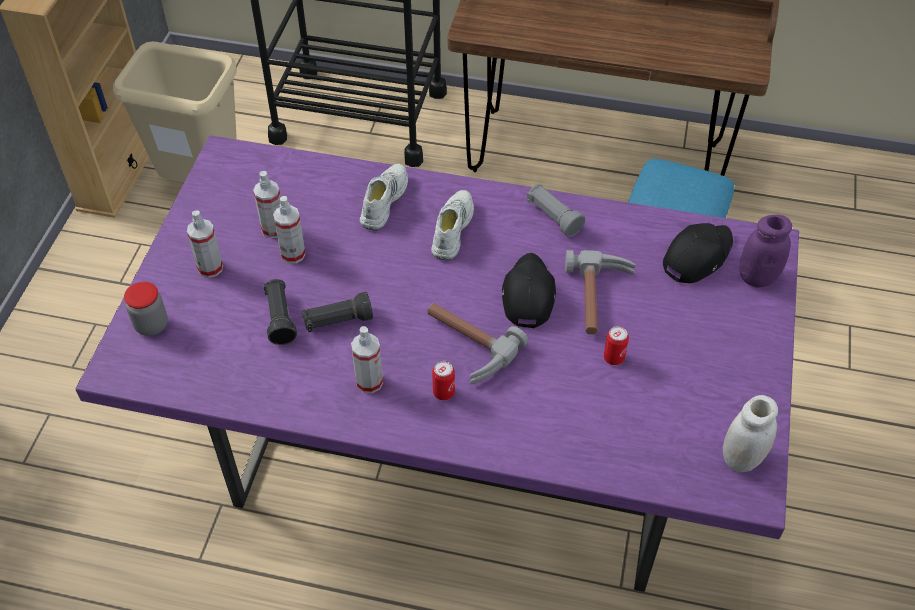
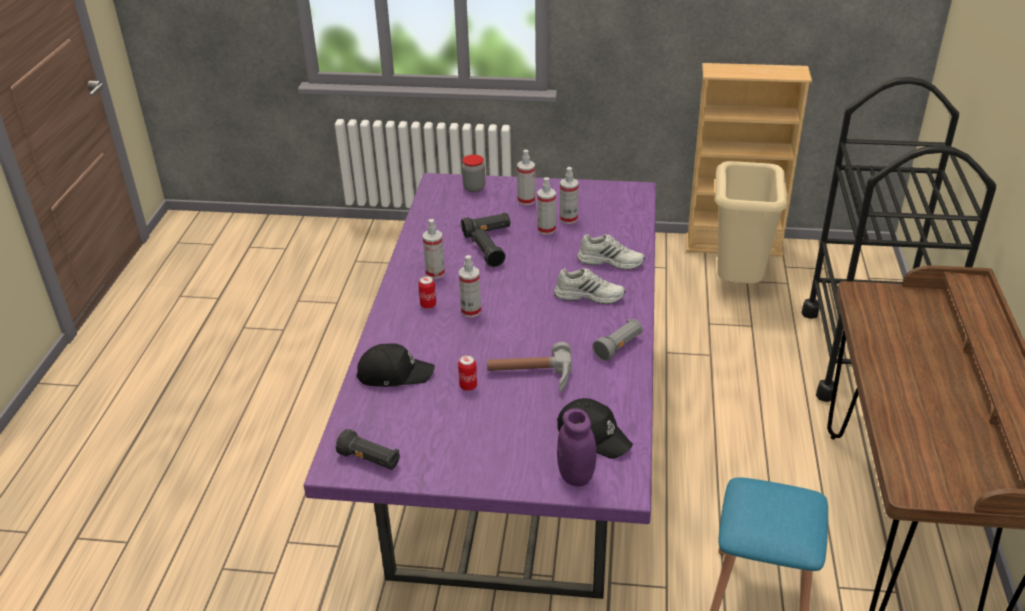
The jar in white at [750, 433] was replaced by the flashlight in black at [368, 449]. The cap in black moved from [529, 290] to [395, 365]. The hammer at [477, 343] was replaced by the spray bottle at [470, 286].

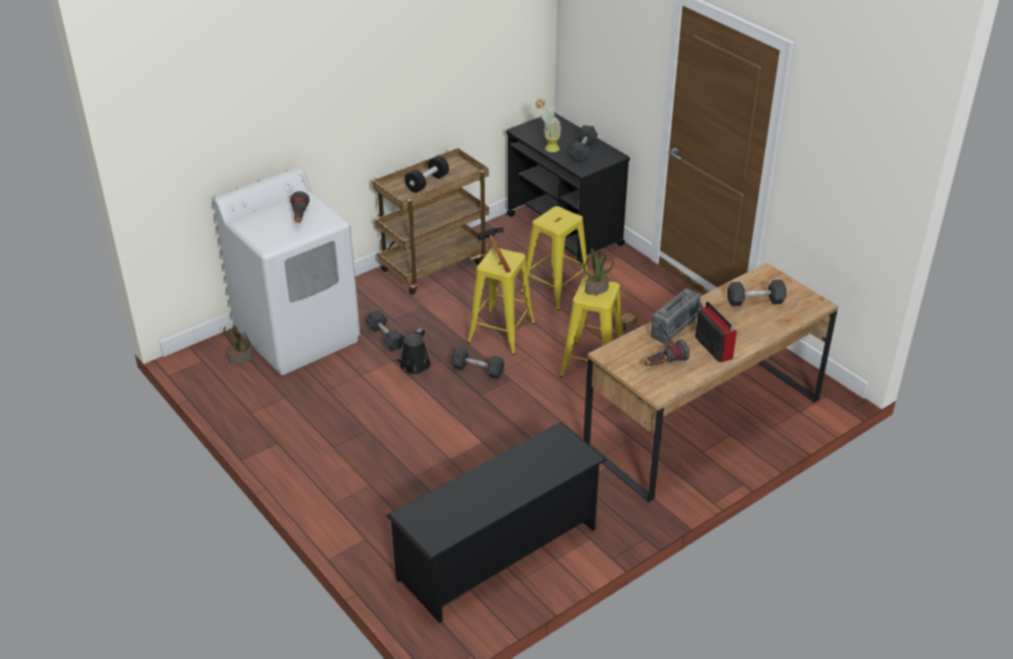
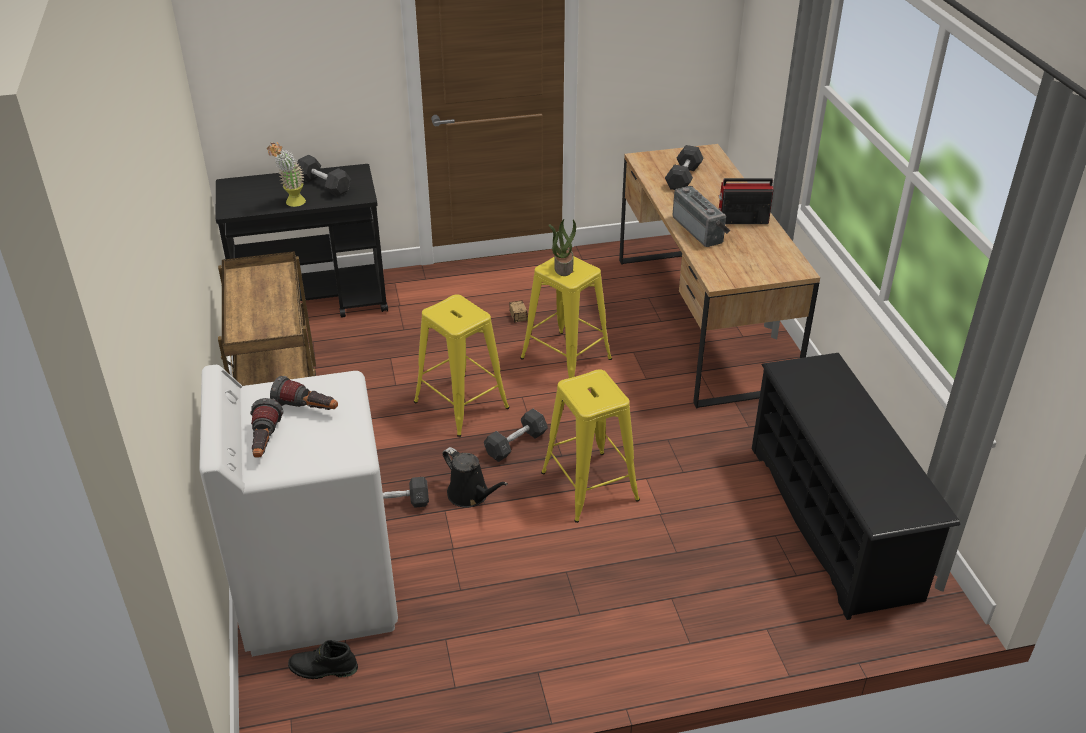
The flashlight moved from [667, 353] to [266, 428]. The potted plant at [238, 344] was replaced by the boot in black at [323, 659]. The stool in yellow moved from [554, 258] to [590, 446]. The dumbbell in black at [427, 174] disappeared. The hammer at [494, 250] disappeared.

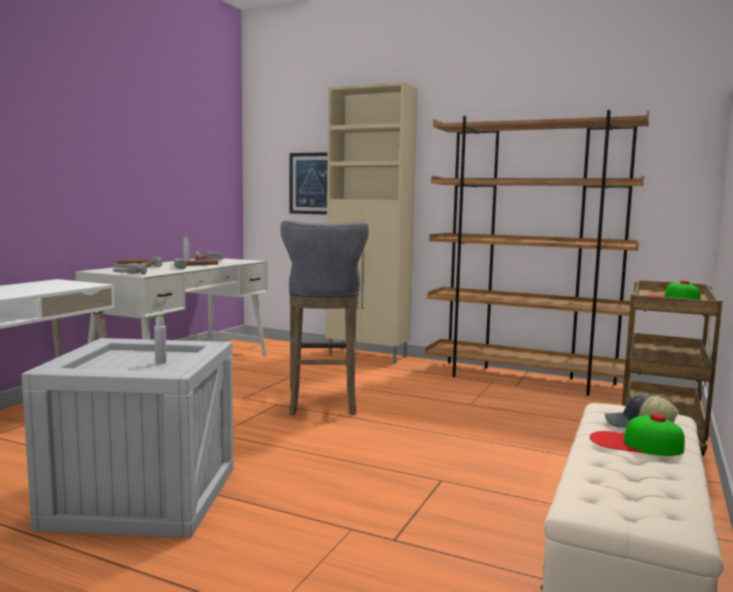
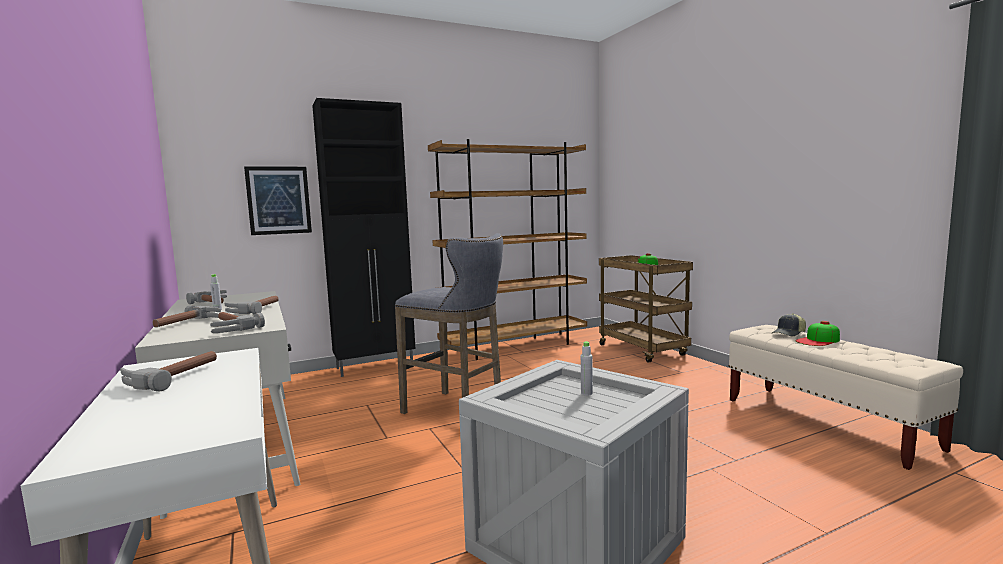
The hammer at [168, 371] appeared. The cabinet in beige at [372, 223] became the cabinet in black at [363, 237].

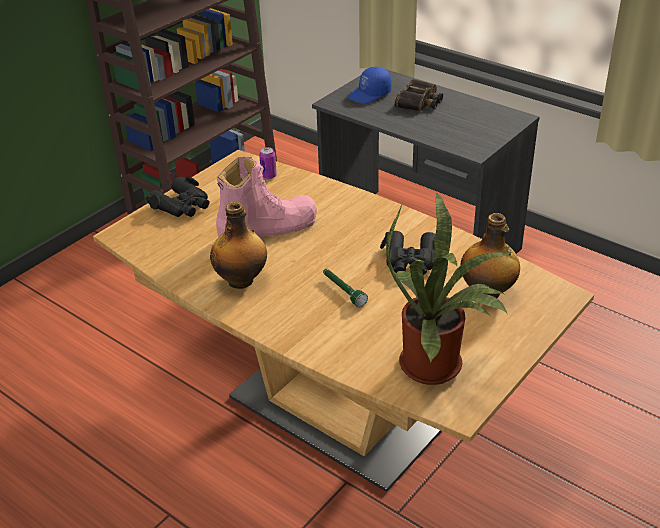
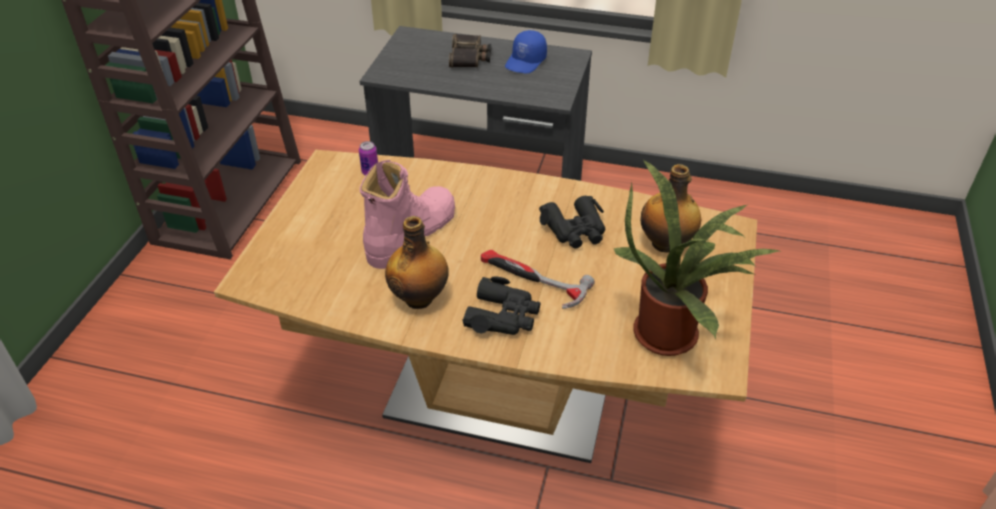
The binoculars in black moved from [178, 196] to [501, 306]. The flashlight in green at [345, 288] was replaced by the hammer at [538, 279]. The cap in blue moved from [370, 85] to [526, 51].

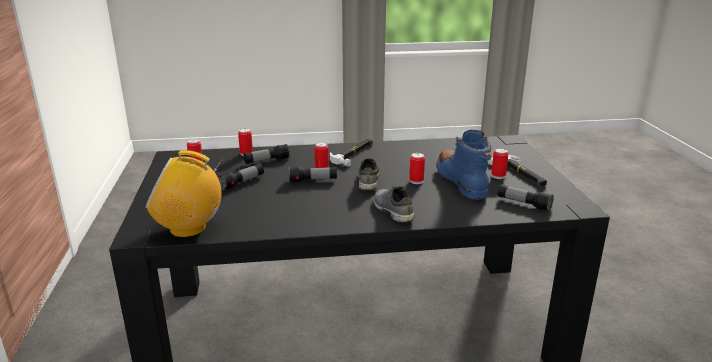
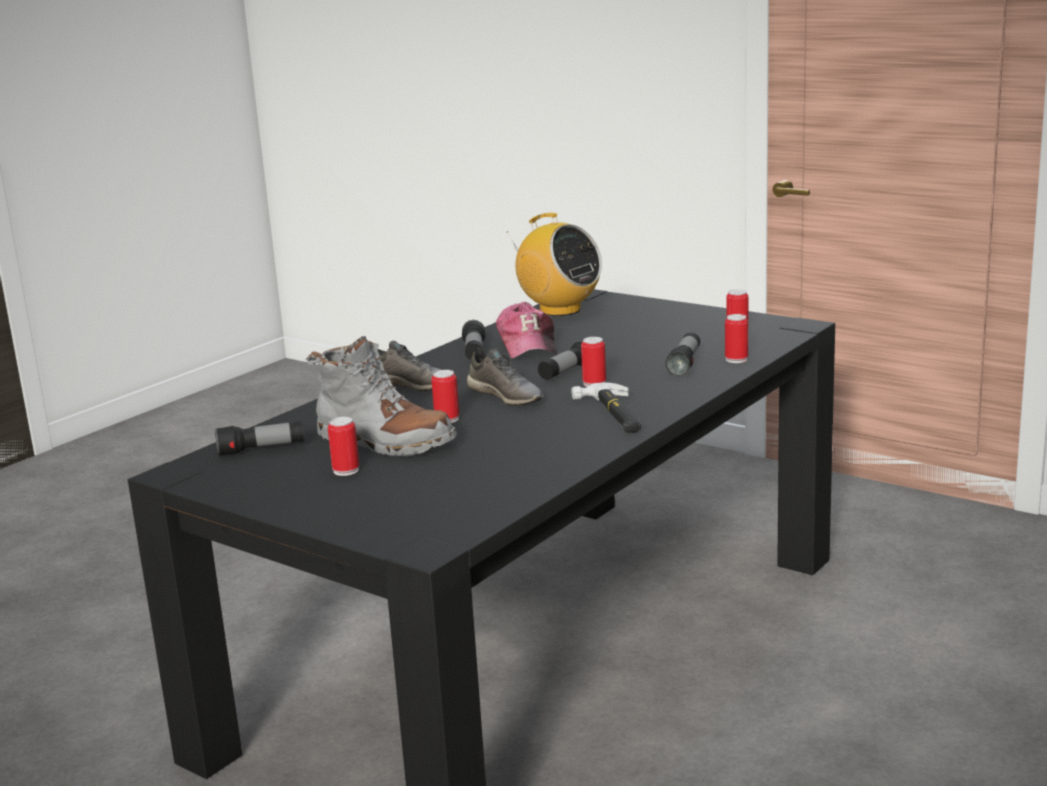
The boot in blue at [464, 165] became the boot in grey at [381, 396]. The flashlight moved from [240, 177] to [473, 340]. The cap at [526, 330] appeared. The radio at [184, 194] turned 90 degrees clockwise. The hammer at [518, 170] disappeared.

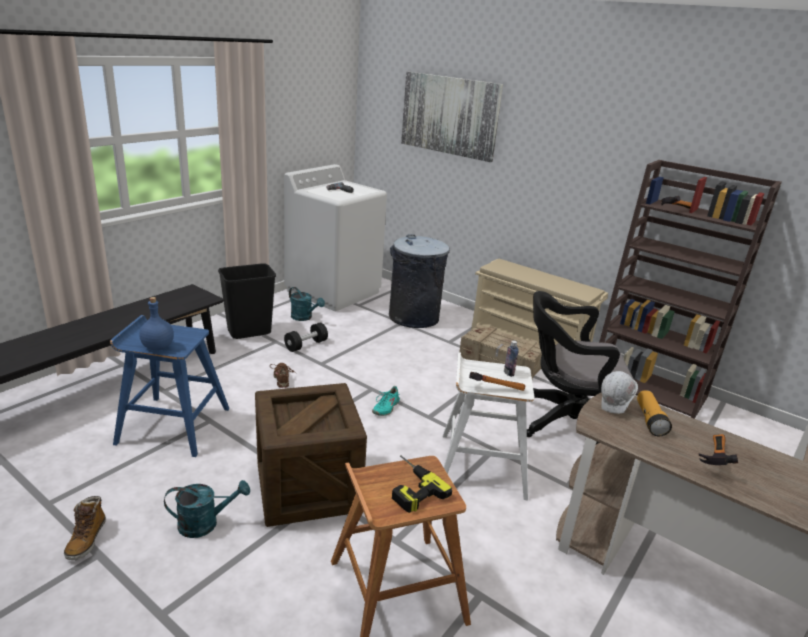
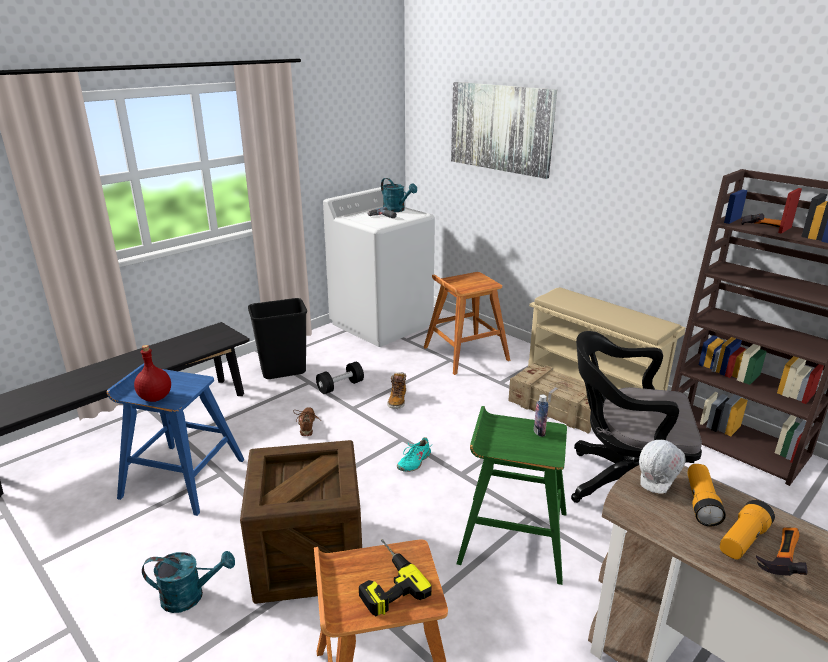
The bottle in blue at [156, 324] became the bottle in red at [152, 373]. The watering can in turquoise moved from [307, 304] to [399, 195]. The boot moved from [85, 528] to [397, 391]. The trash can in grey at [419, 281] was replaced by the stool in brown at [467, 323]. The stool in white at [489, 426] became the stool in green at [512, 495]. The flashlight at [747, 529] appeared. The hammer at [497, 381] disappeared.

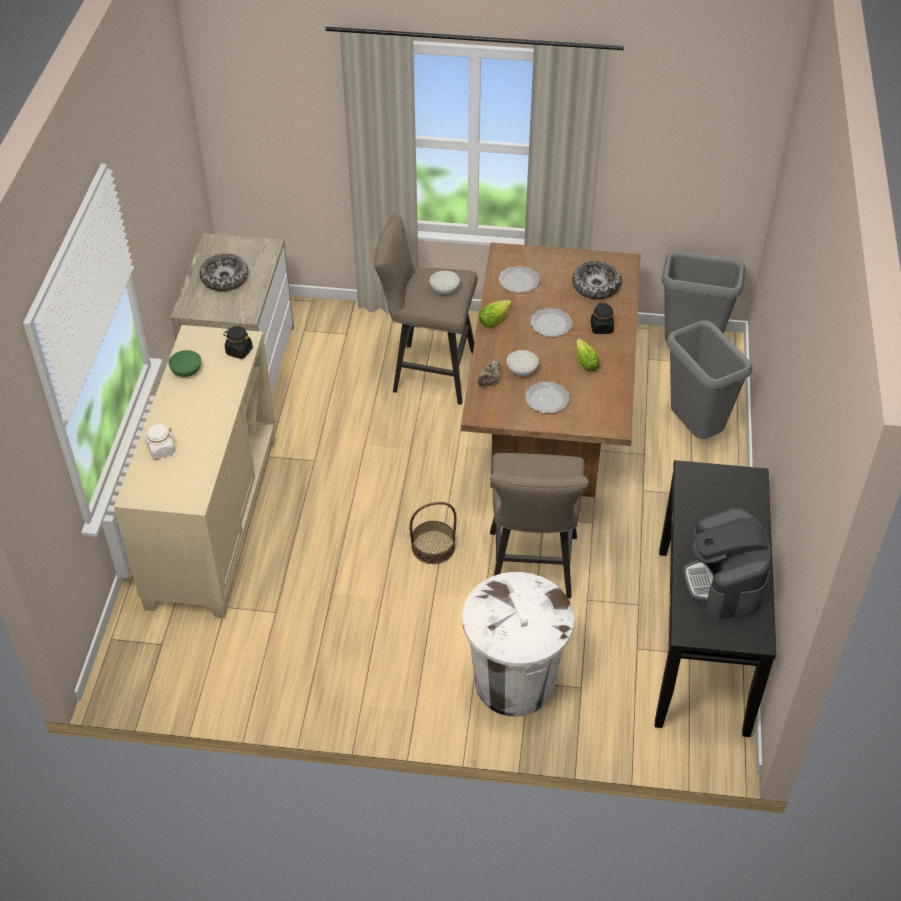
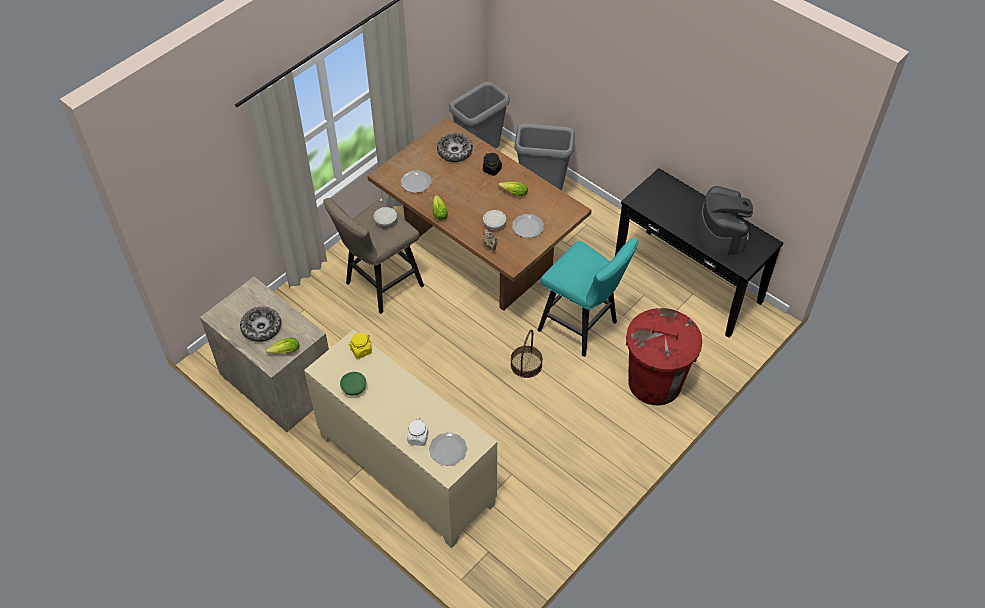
The lettuce at [282, 345] appeared. The jar in black at [238, 342] became the jar in yellow at [360, 346]. The plate moved from [551, 322] to [448, 449]. The stool in beige at [539, 526] became the stool in turquoise at [587, 297]. The trash can in white at [518, 644] became the trash can in red at [664, 356]. The coffee machine at [727, 563] turned 120 degrees counterclockwise.

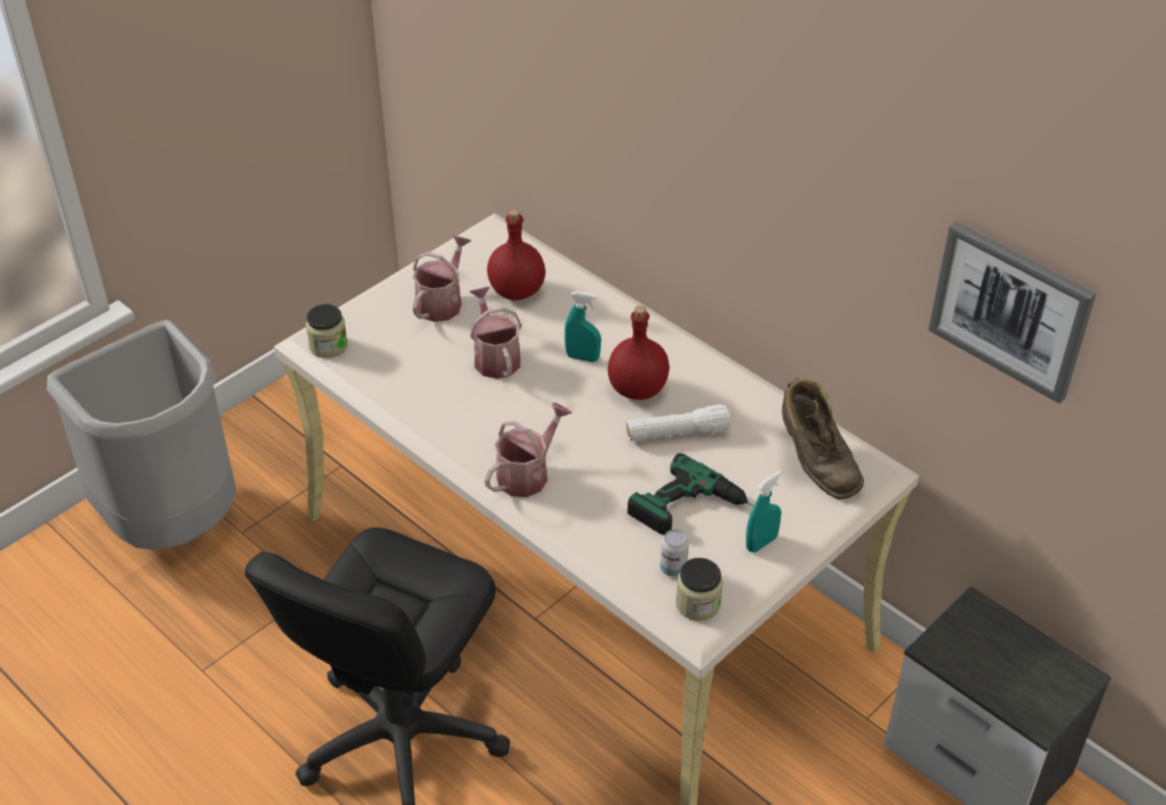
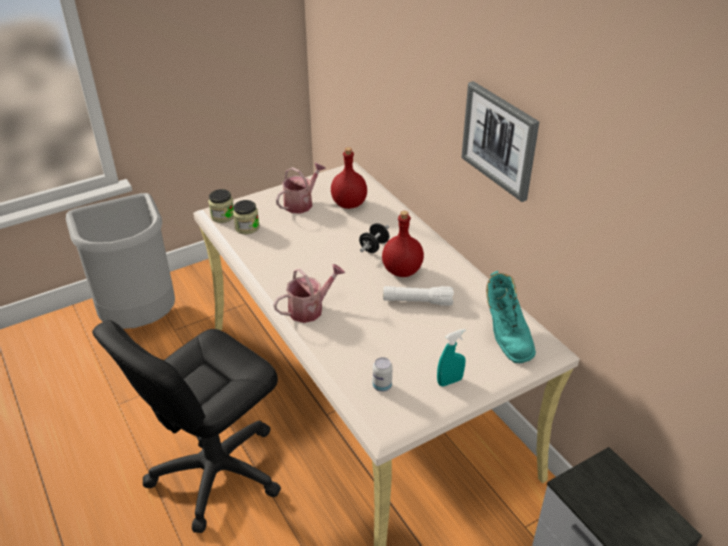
The jar moved from [699, 589] to [246, 217]. The spray bottle in turquoise at [582, 326] was replaced by the dumbbell in black at [374, 238]. The picture moved from [1012, 312] to [500, 141]. The boot in brown at [823, 438] became the boot in turquoise at [511, 317]. The watering can at [495, 333] disappeared. The power drill at [690, 494] disappeared.

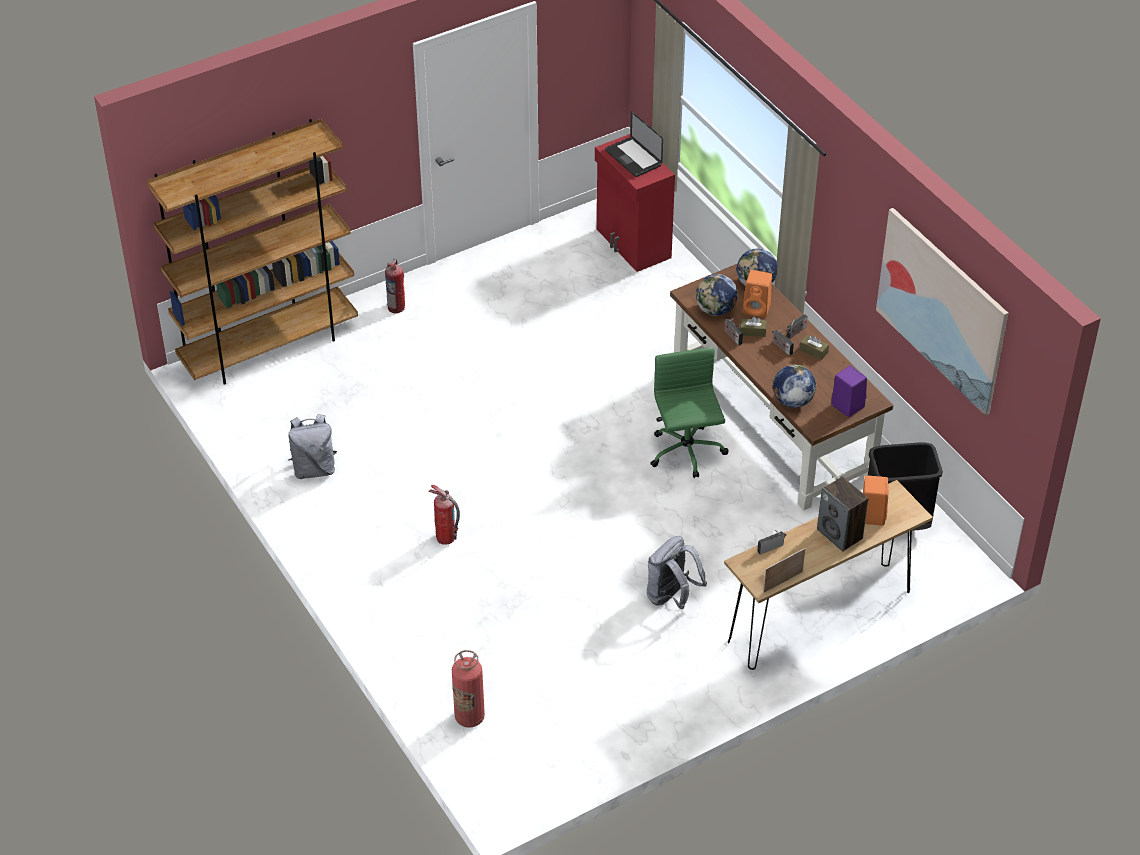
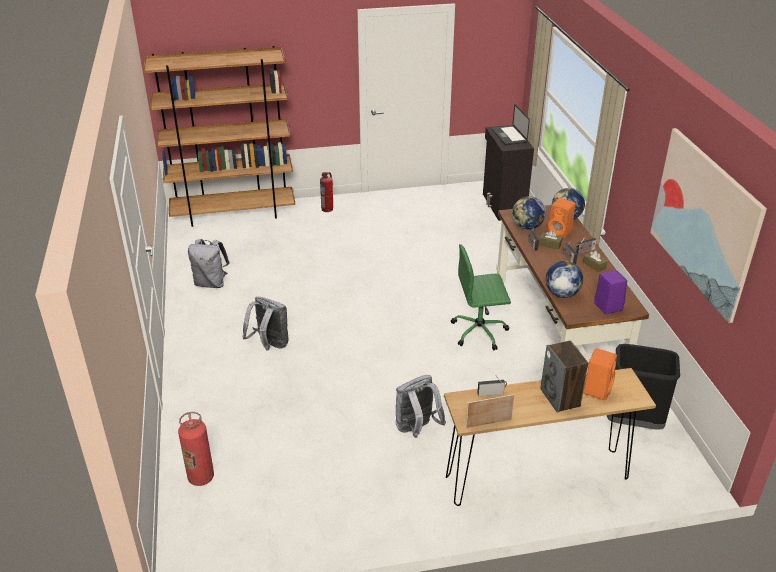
The fire extinguisher at [444, 515] was replaced by the backpack in grey at [265, 324]. The office chair in green at [690, 412] turned 105 degrees counterclockwise. The cabinet in red at [635, 203] became the cabinet in black at [508, 173].

